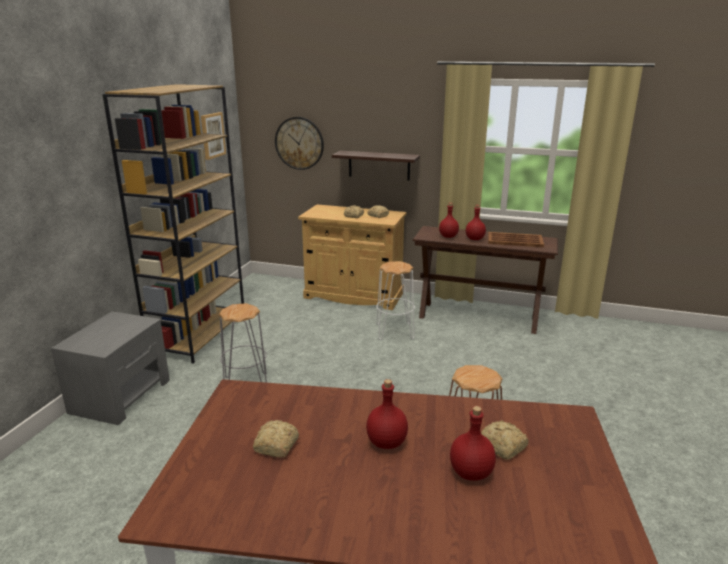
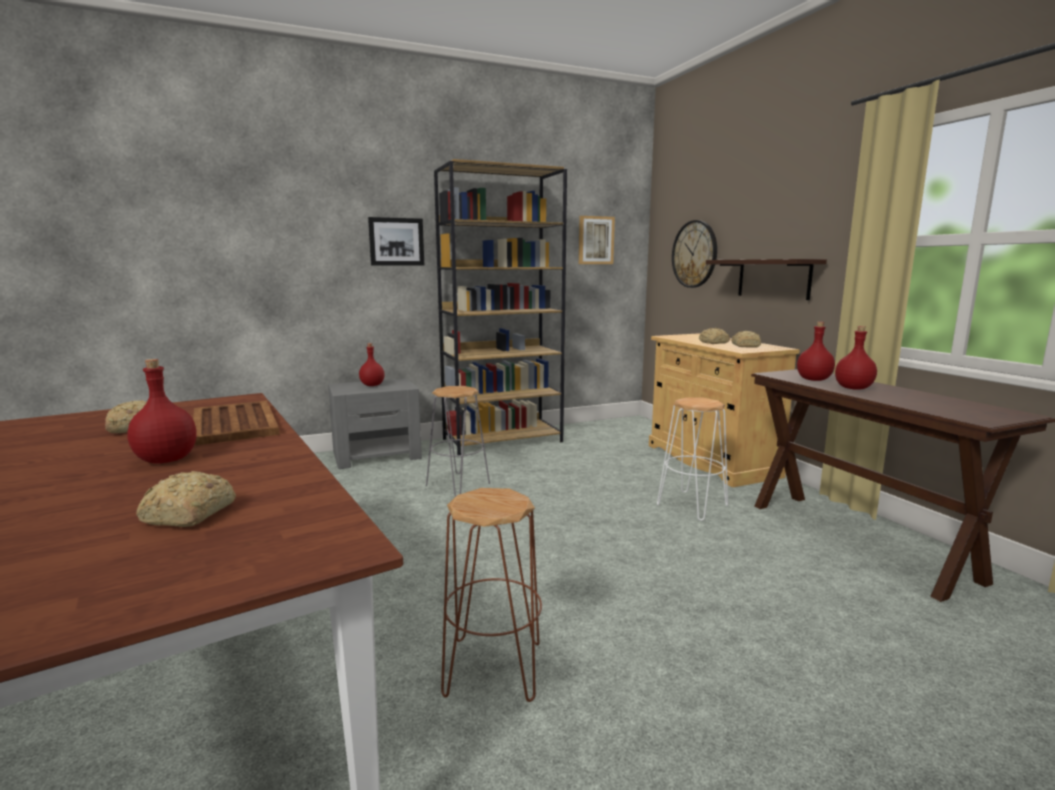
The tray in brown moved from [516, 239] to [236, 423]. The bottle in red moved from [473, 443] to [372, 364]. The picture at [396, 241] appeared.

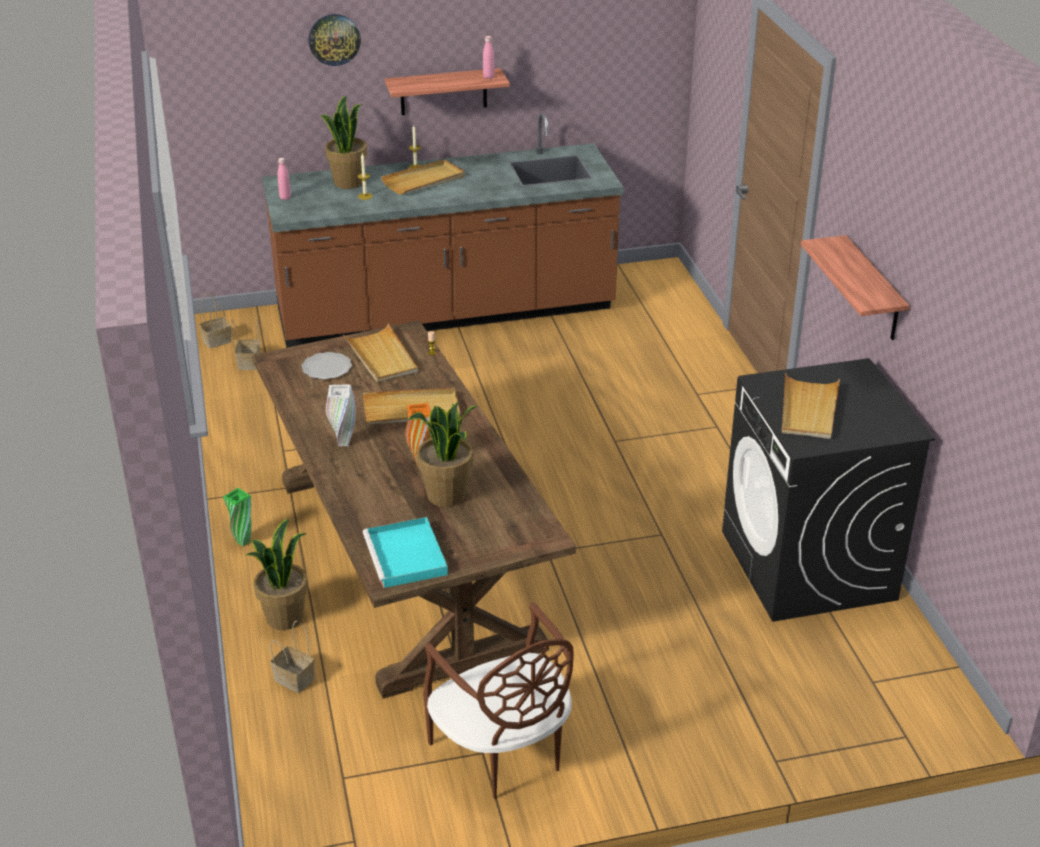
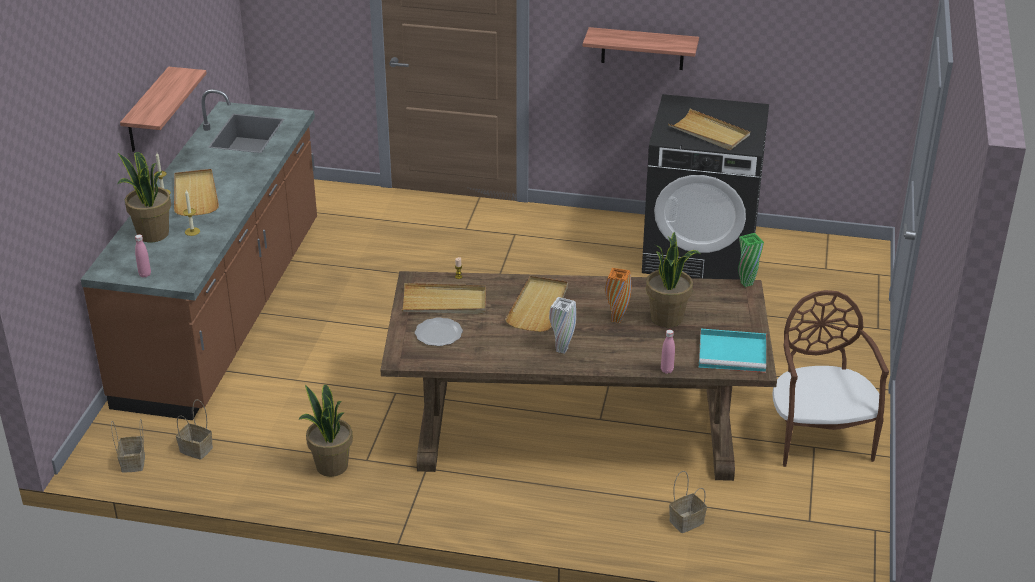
The potted plant moved from [277, 574] to [325, 430]. The bottle in pink moved from [488, 57] to [668, 352]. The vase in green moved from [237, 517] to [751, 260]. The chair in brown at [498, 700] turned 90 degrees counterclockwise. The wall clock at [334, 40] disappeared.

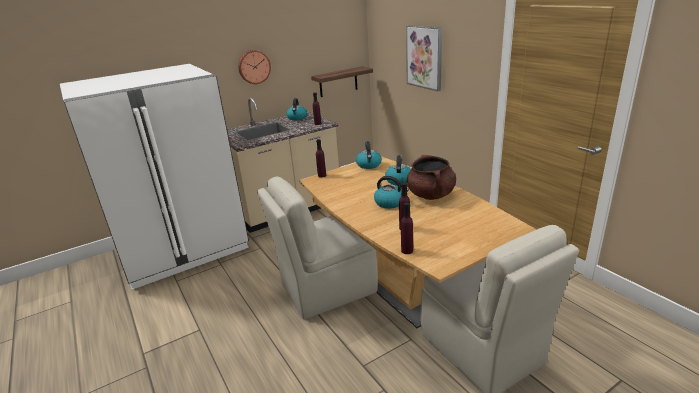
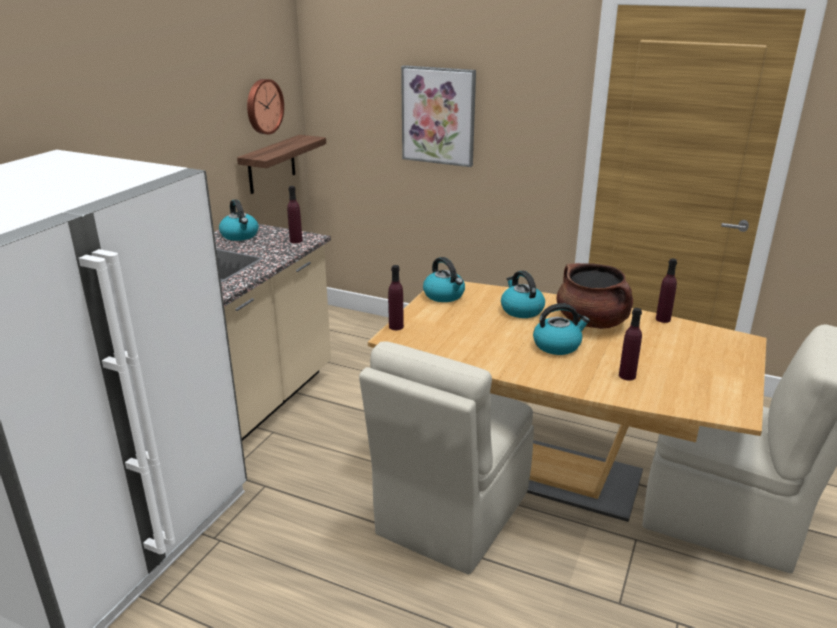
The wall clock moved from [254, 67] to [265, 107]. The bottle in purple moved from [407, 228] to [666, 291].

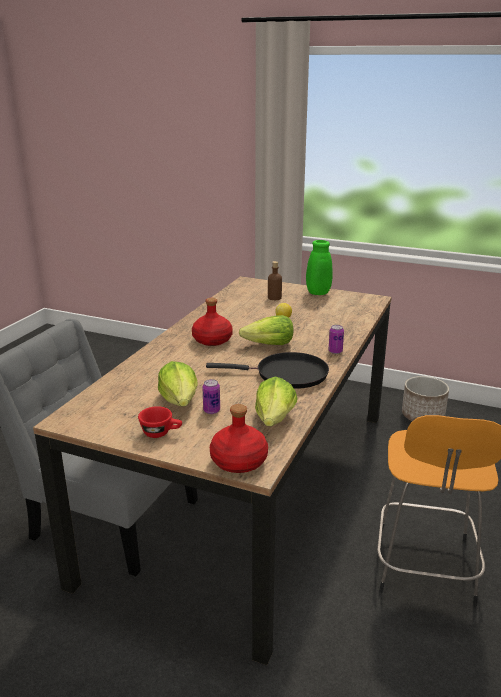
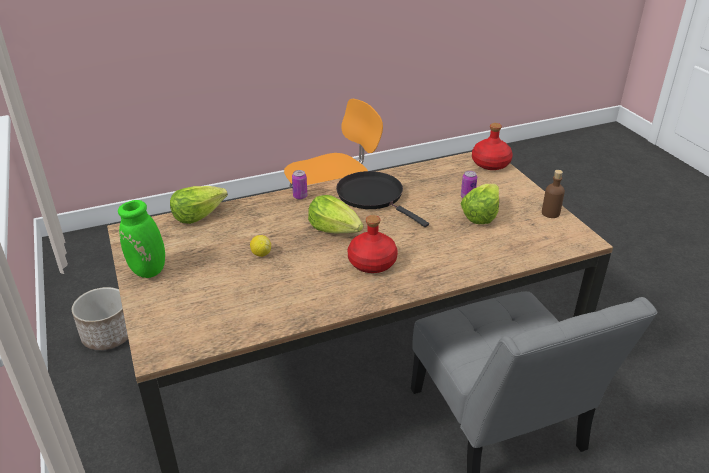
The lettuce moved from [276, 401] to [199, 205]. The bottle in brown moved from [275, 280] to [553, 194]. The cup in red at [160, 422] disappeared.

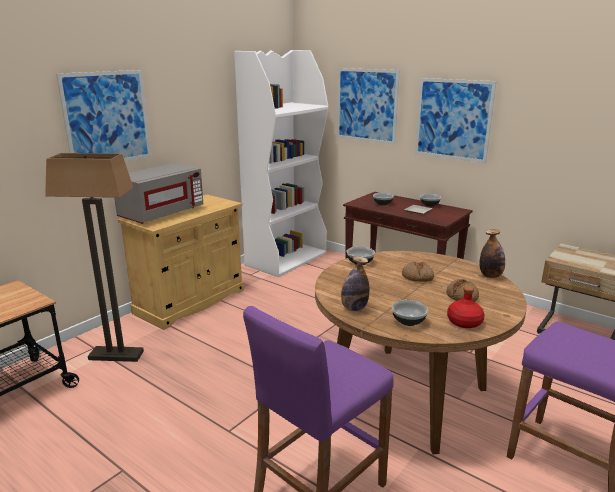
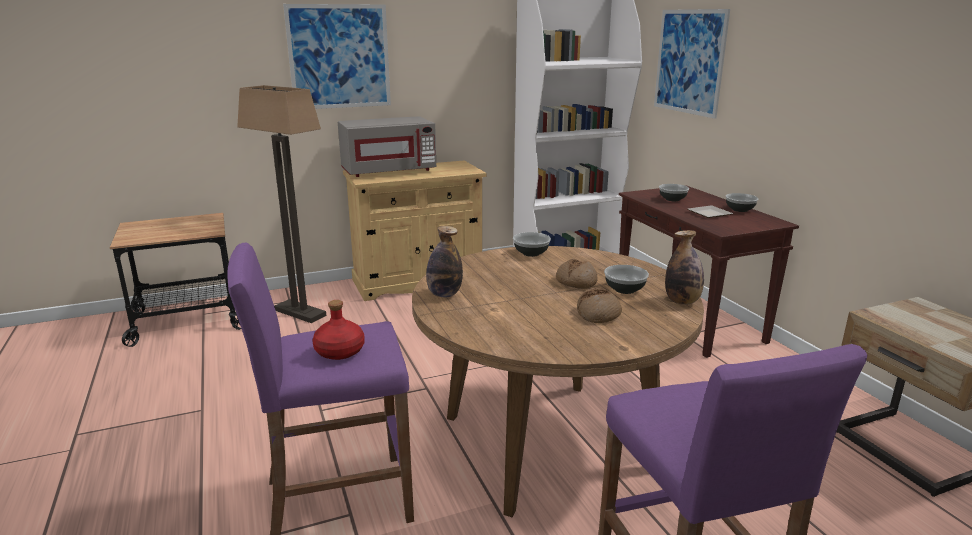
The bottle in red moved from [466, 307] to [339, 330]. The bowl moved from [410, 313] to [626, 279]. The picture at [456, 120] disappeared.

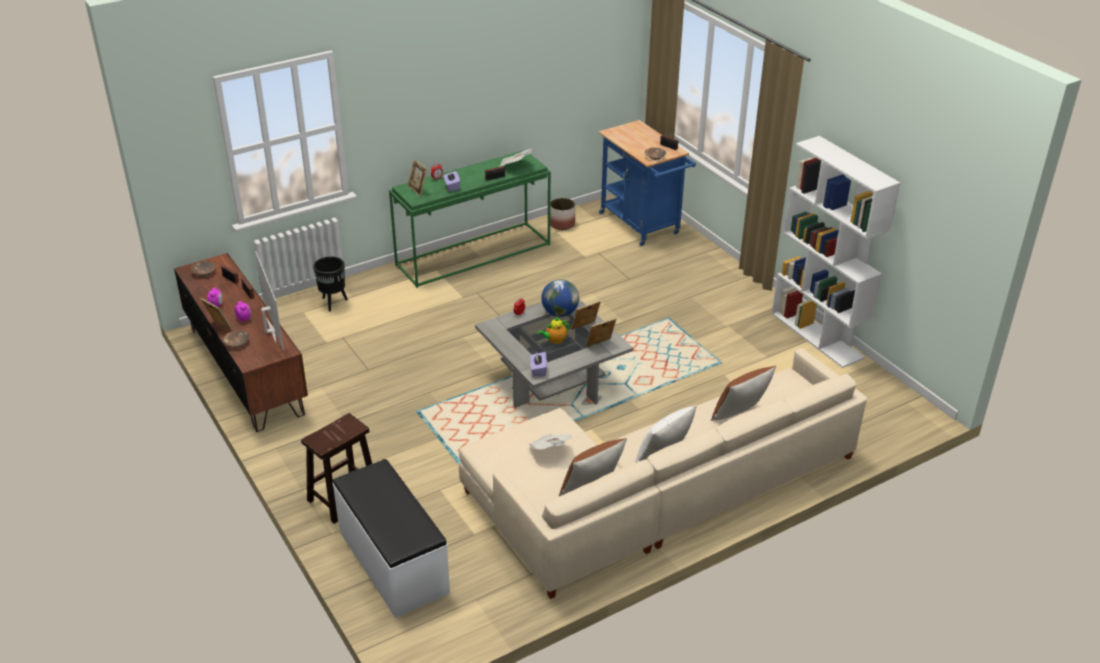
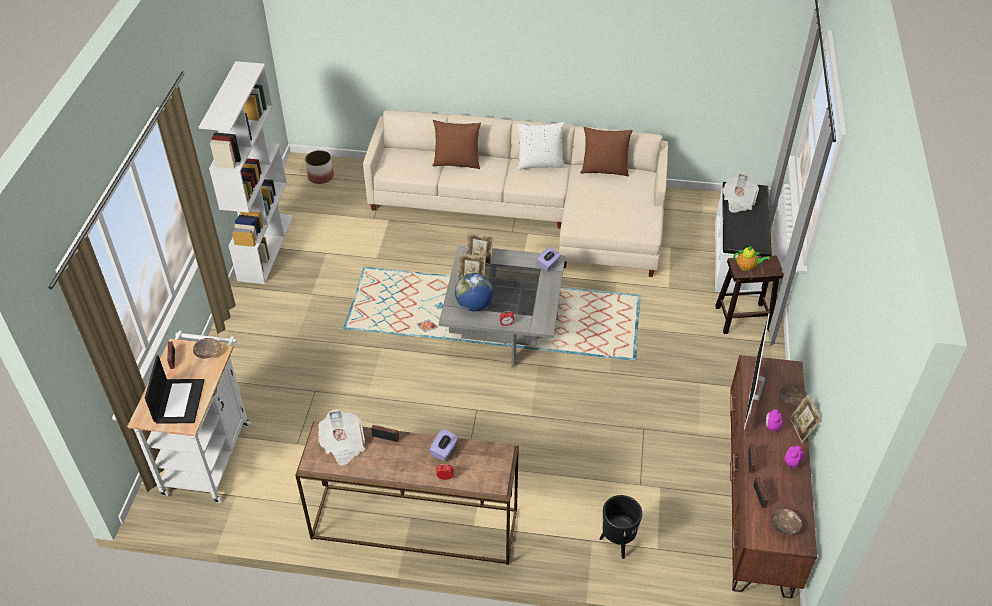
The cart in blue at [647, 183] became the cart in white at [189, 417]. The laptop at [174, 390] appeared. The console table in green at [470, 219] became the console table in brown at [407, 493]. The planter moved from [562, 214] to [319, 167]. The newspaper moved from [551, 441] to [740, 193]. The teapot moved from [553, 330] to [751, 258]. The picture frame at [417, 177] disappeared.

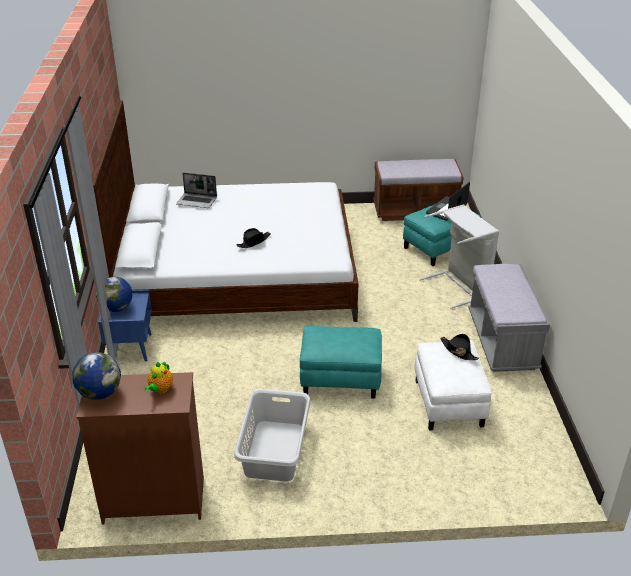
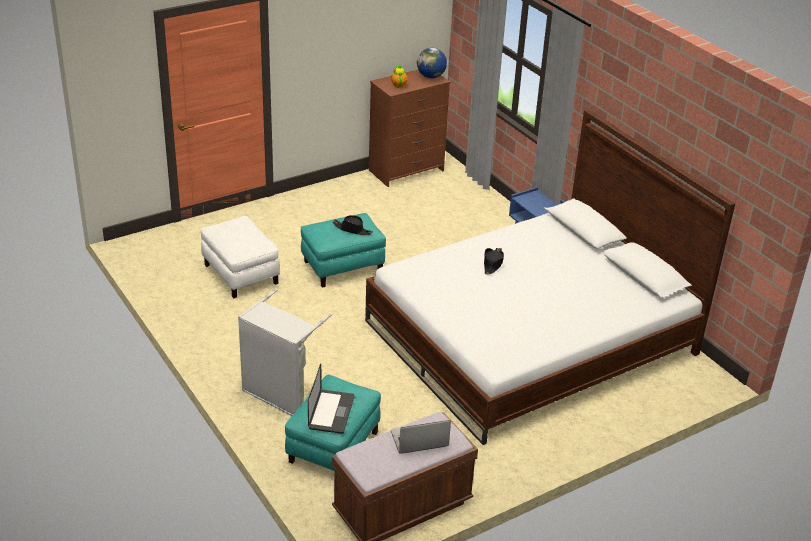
The hat in black moved from [459, 347] to [352, 225]. The laptop moved from [196, 190] to [421, 437]. The globe at [114, 294] disappeared. The laundry basket in grey at [272, 435] disappeared. The bench in grey at [509, 318] disappeared.

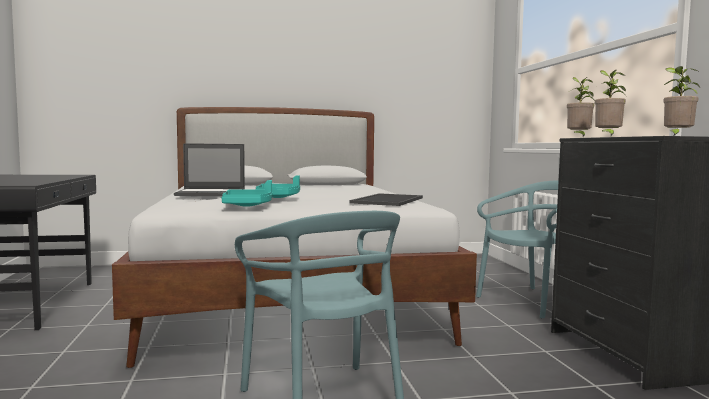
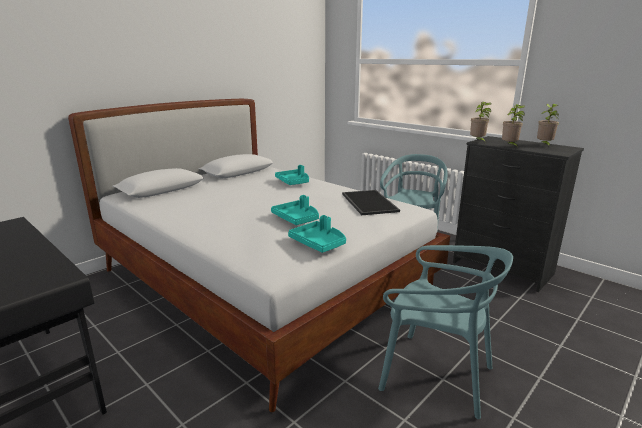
The tray in turquoise at [292, 175] appeared. The laptop at [209, 169] disappeared.

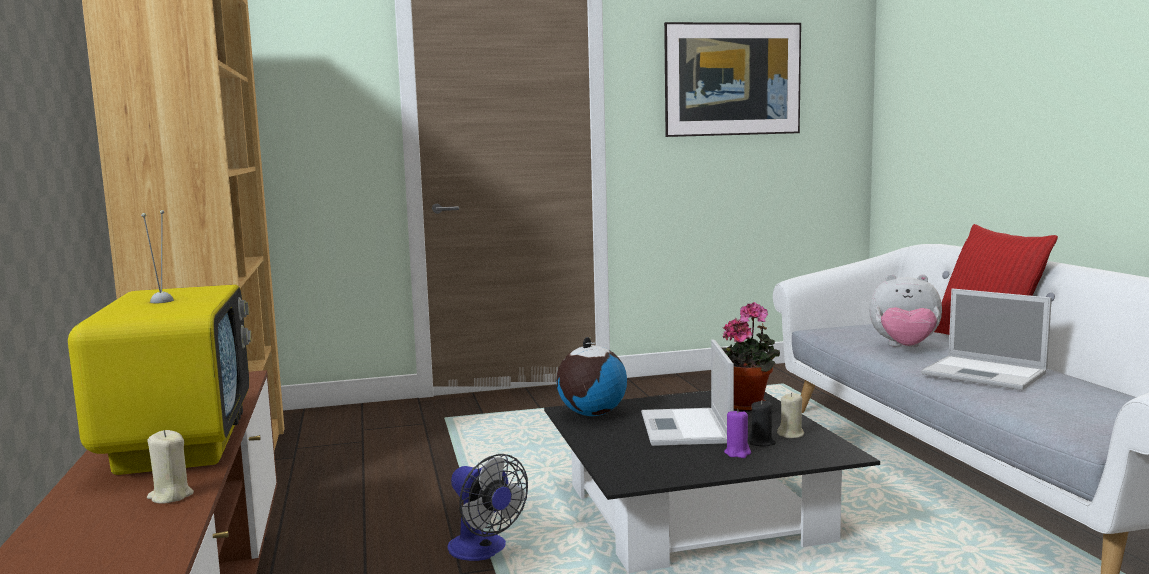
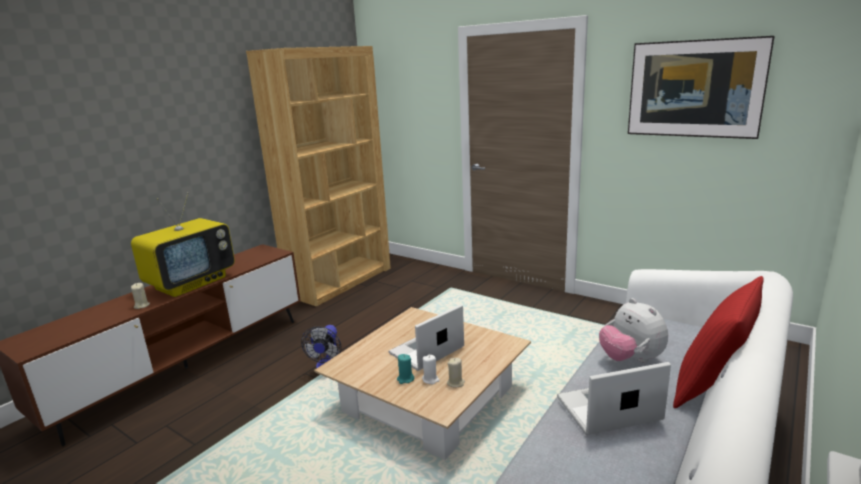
The coffee table in black at [712, 482] became the coffee table in beige at [422, 383]. The candle in purple at [737, 433] became the candle in turquoise at [405, 369]. The candle in black at [762, 423] became the candle in white at [431, 369]. The laptop at [986, 339] turned 75 degrees clockwise. The globe at [591, 376] disappeared. The potted plant at [750, 357] disappeared.

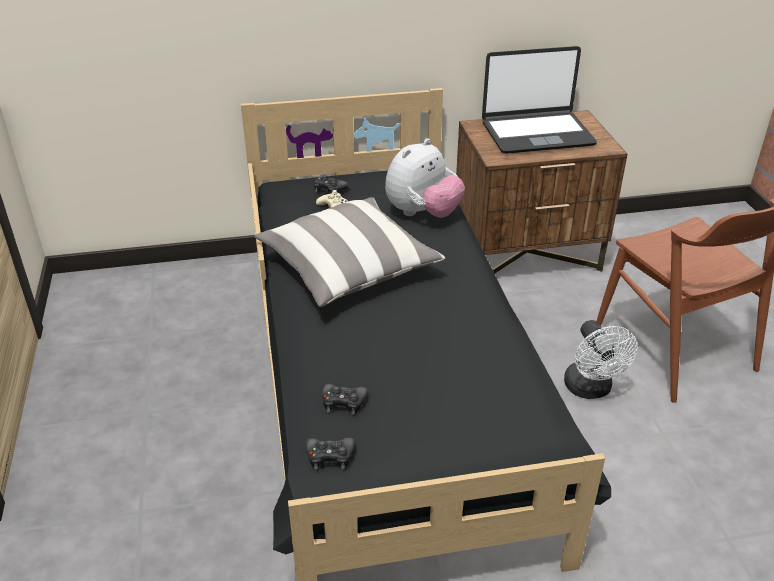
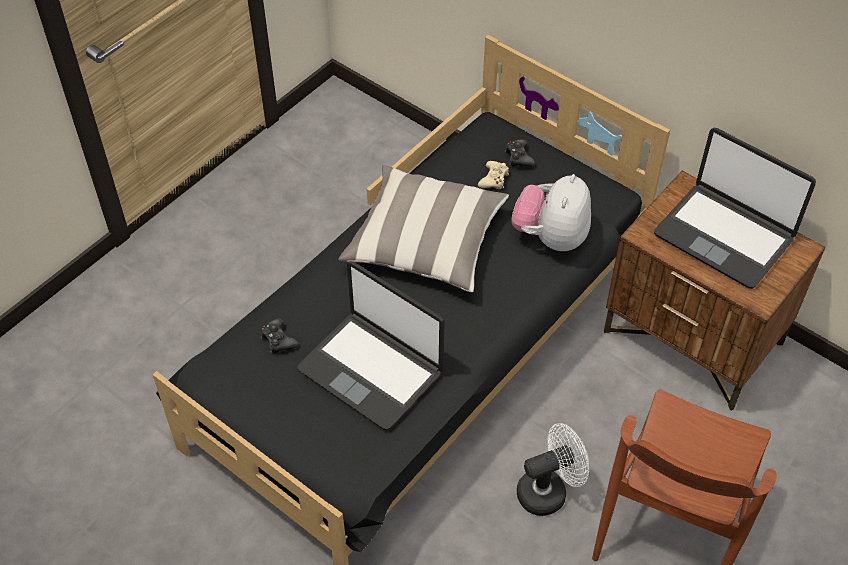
The laptop at [371, 345] appeared. The plush toy at [425, 178] turned 105 degrees clockwise. The fan in white at [601, 359] turned 150 degrees counterclockwise. The game controller in black at [330, 454] disappeared.

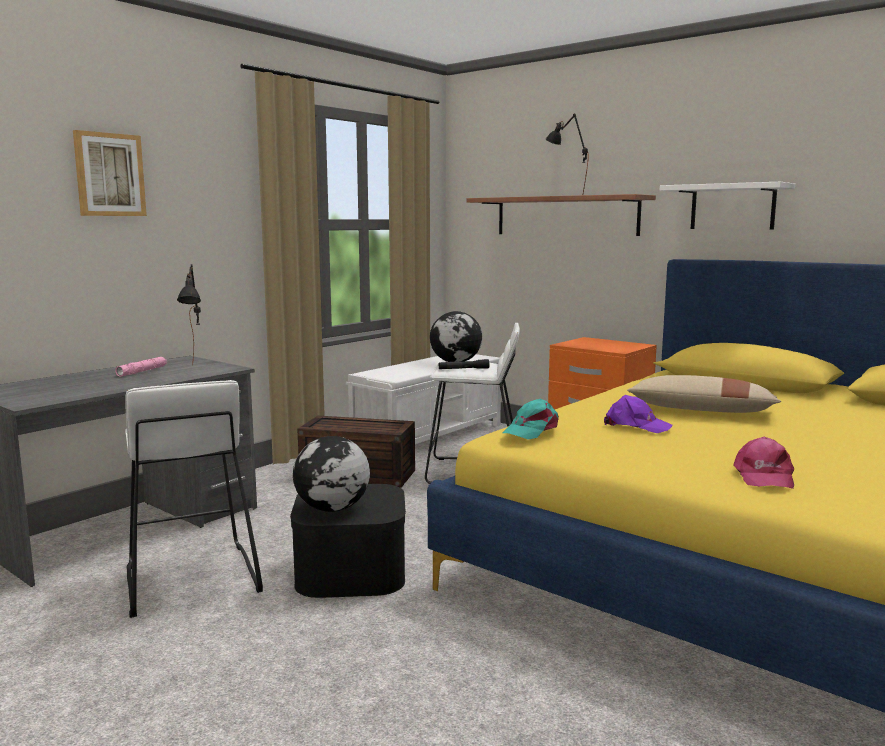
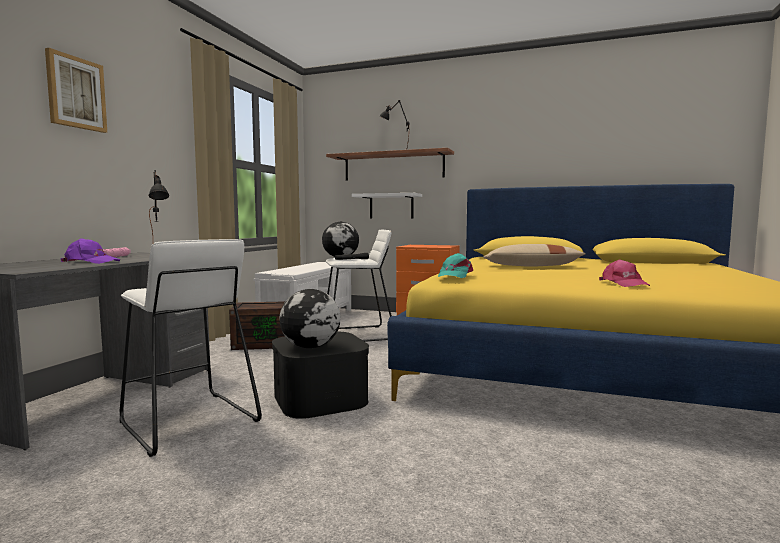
The cap in purple moved from [638, 414] to [90, 251]. The shelf in white moved from [727, 206] to [387, 206].

